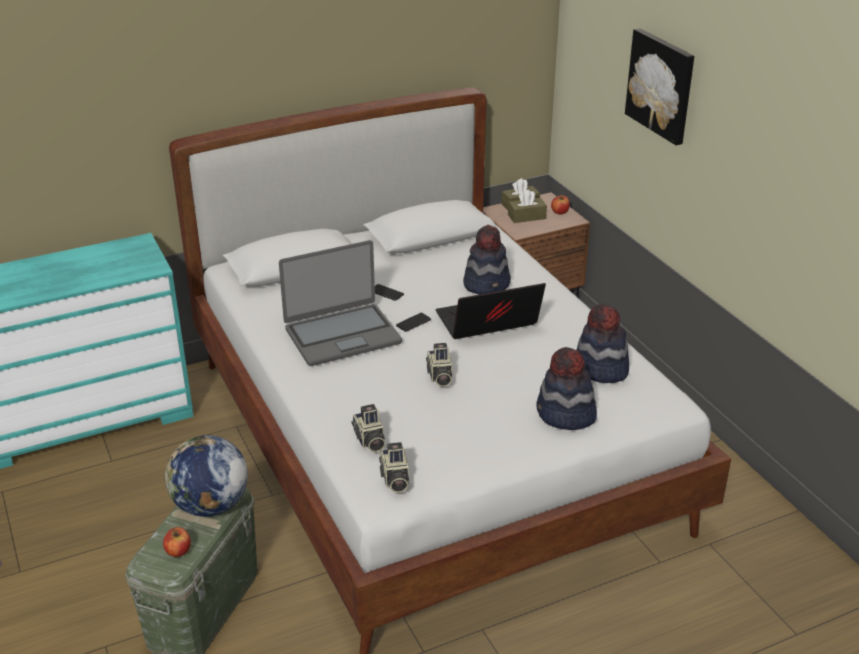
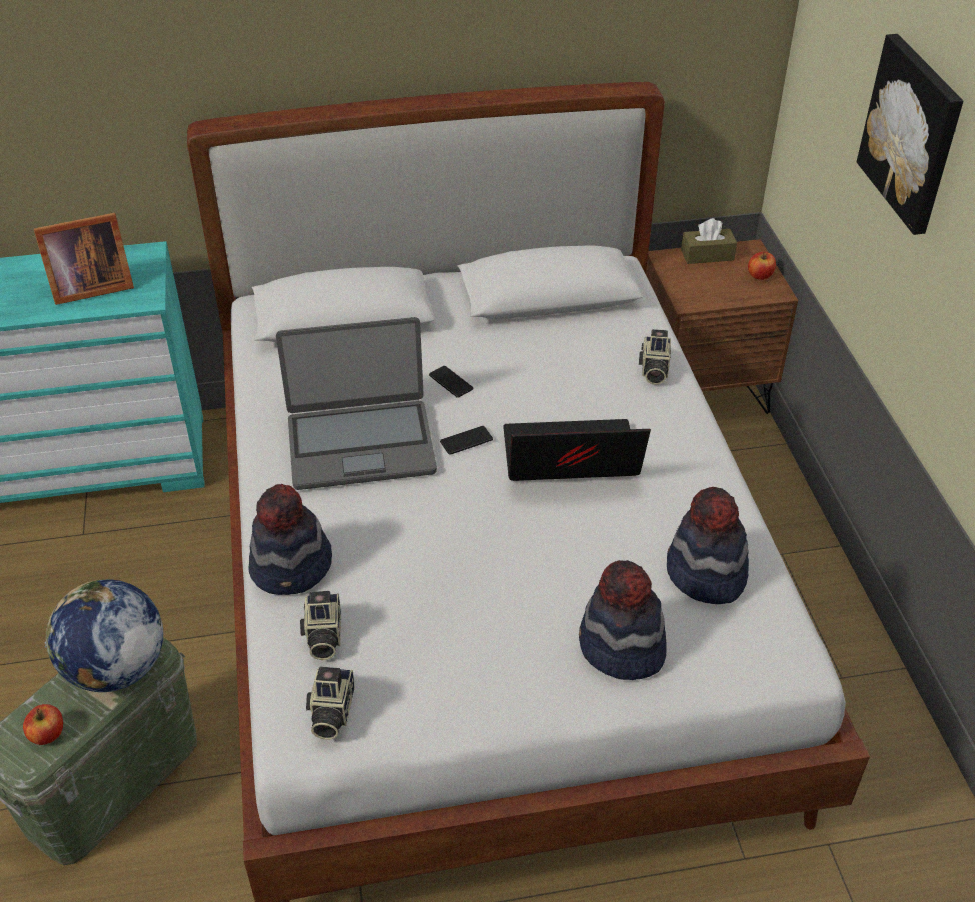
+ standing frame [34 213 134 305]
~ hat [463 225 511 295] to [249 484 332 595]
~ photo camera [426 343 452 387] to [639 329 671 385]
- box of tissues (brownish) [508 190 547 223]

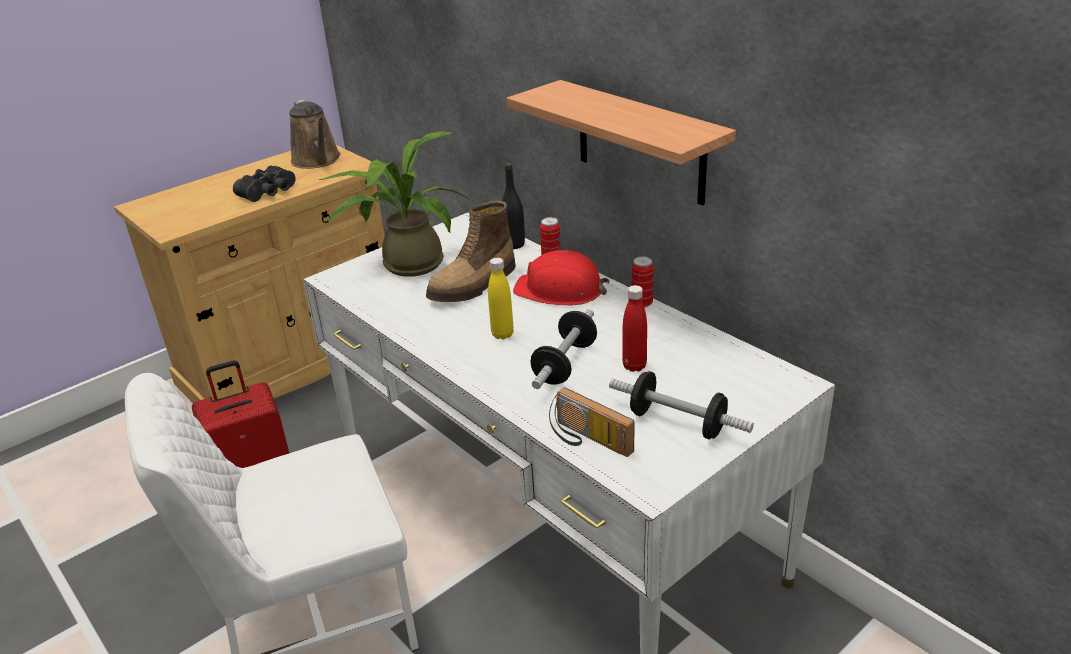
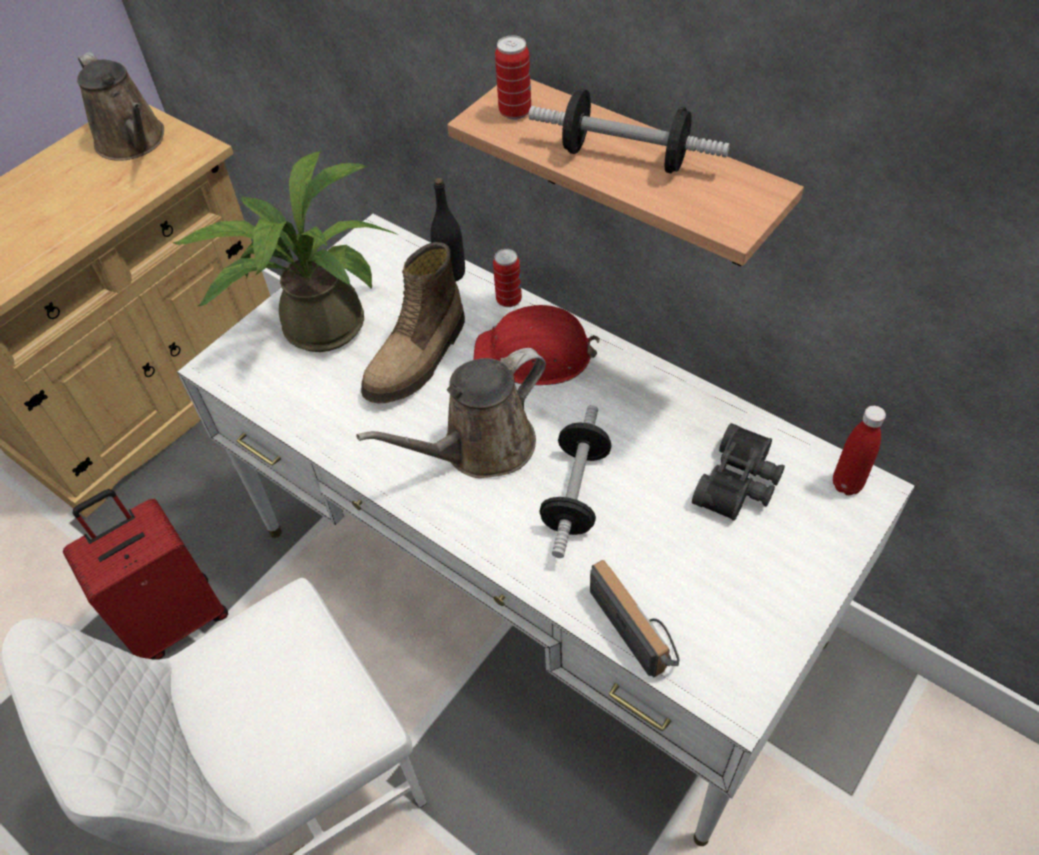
~ bottle (yellow-coloured) [488 258 514 340] to watering pot (brownish) [356 348 546 478]
~ metal can [632 256 654 308] to [495 36 531 120]
~ dumbbell [609 371 754 439] to [528 89 730 173]
~ radio receiver [549 387 634 457] = [590 560 679 677] 150 degrees counterclockwise
~ binoculars (blackish) [233 165 296 202] to [692 423 785 521]
~ bottle (red) [622 285 647 372] to [833 406 886 495]

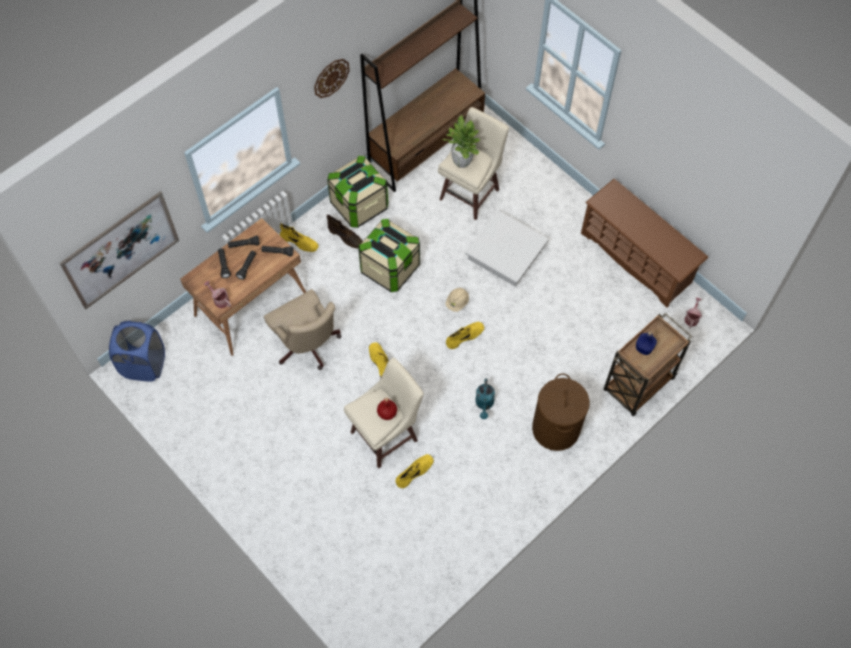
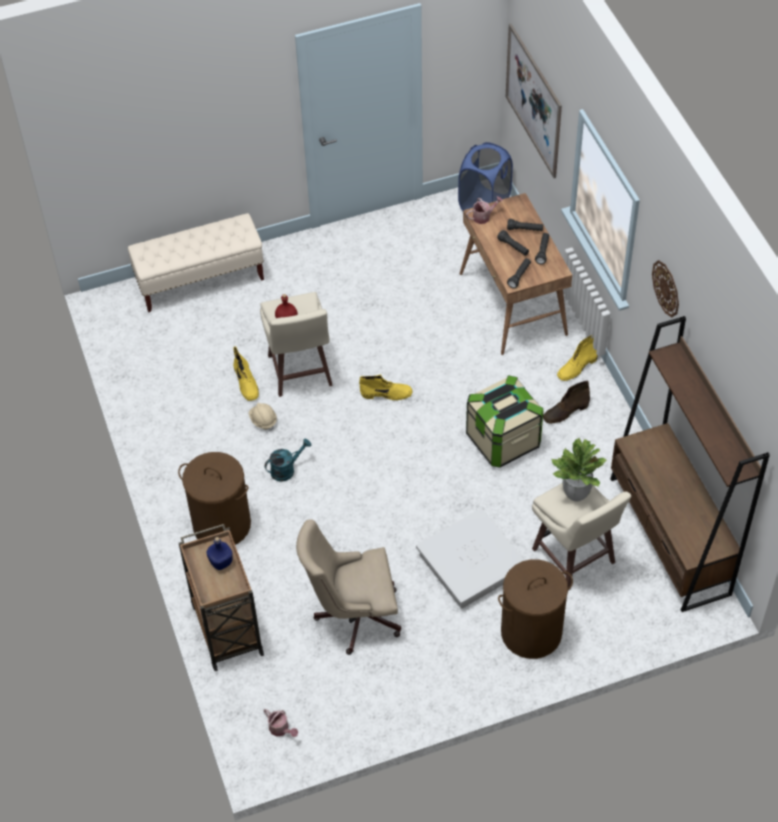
+ indoor bench (beige-coloured) [128 213 264 312]
~ work helmet (beige-coloured) [445 288 469 312] to [249 403 277 431]
~ watering pot (turquoise-coloured) [475 378 495 419] = [265 439 311 482] 120 degrees clockwise
~ desk chair (beige-coloured) [264 289 342 370] to [296 519 401 655]
+ laundry basket (brownish) [498 559 573 659]
- storage box [327 156 388 228]
- high-top boot (yellow-coloured) [446 322 484 349]
- shoe rack (brownish) [581 179 708 308]

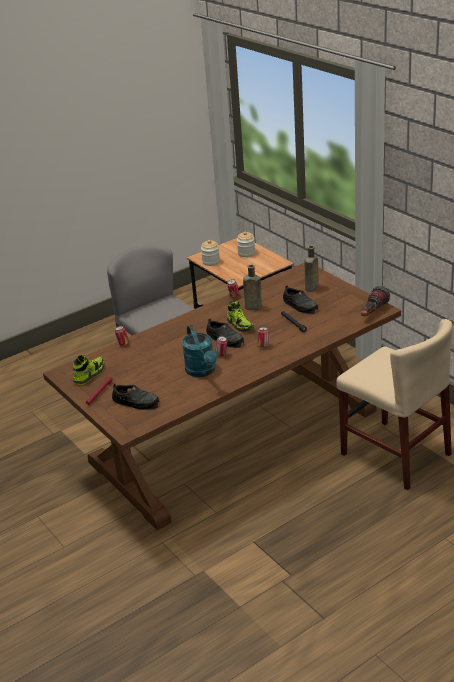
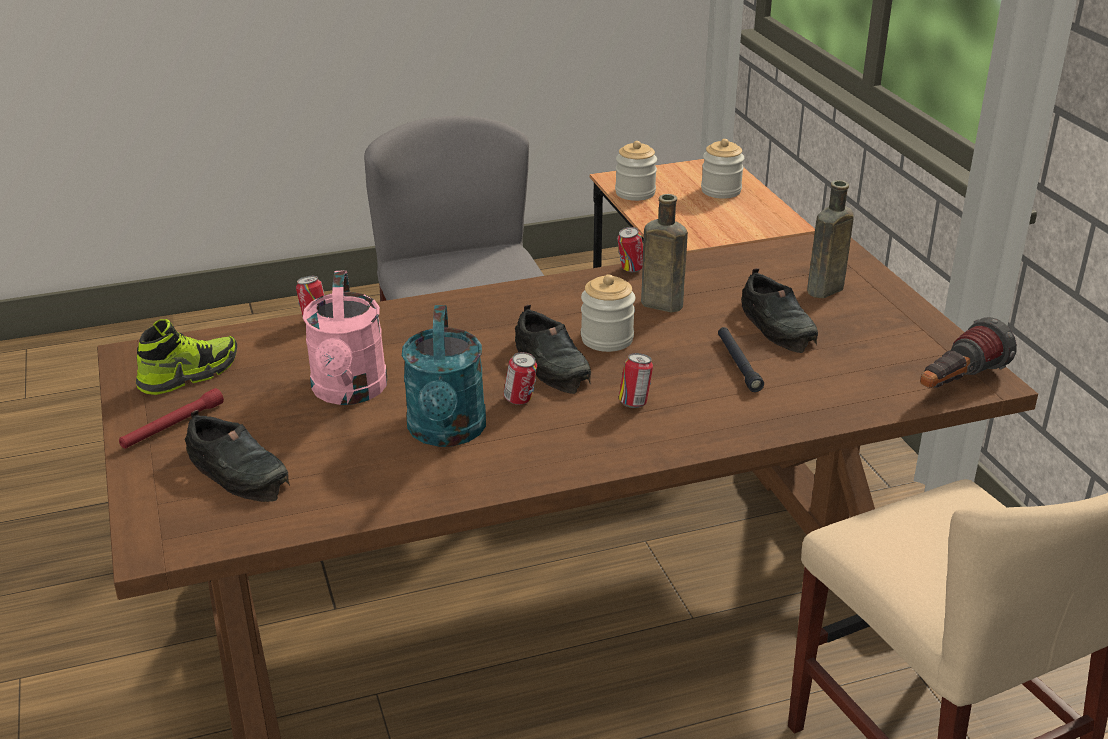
+ watering pot (pinkish) [303 270 387 405]
~ low shoe [227 301 254 332] to jar [581 274 635 352]

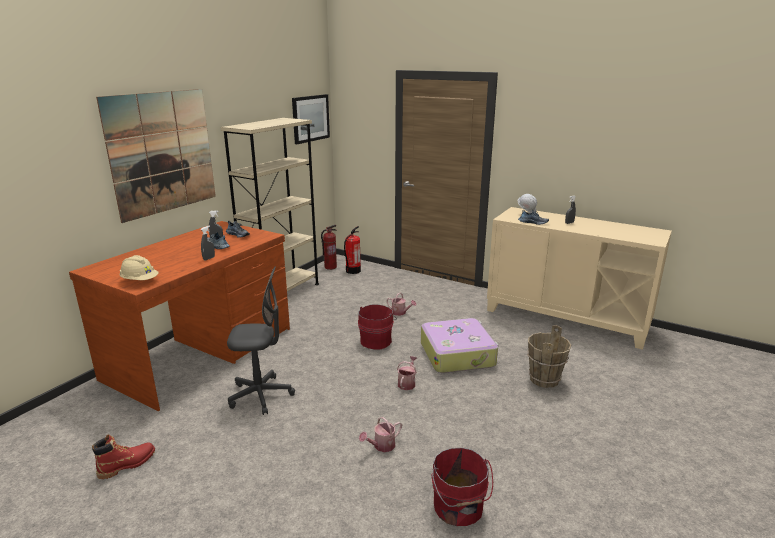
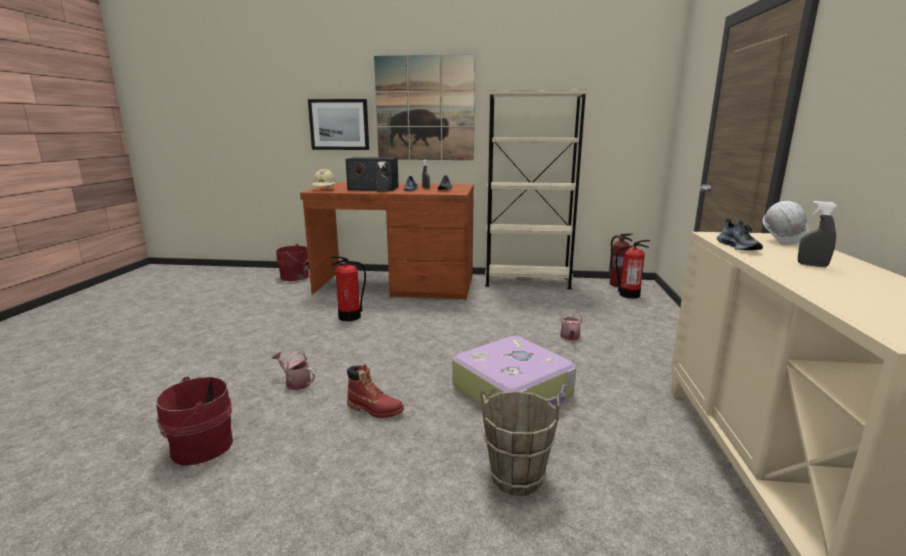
~ pail (red) [358 304 397 349] to [276 244 309 281]
~ picture [292 94 330 144] to [308 99 369 150]
~ desk chair (grey) [227 266 295 415] to fire-fighting cylinder [330 256 366 321]
+ radio receiver [346 157 399 191]
~ high-top boot (red) [92 434 155 479] to [347 364 404 418]
- watering pot [397 356 417 390]

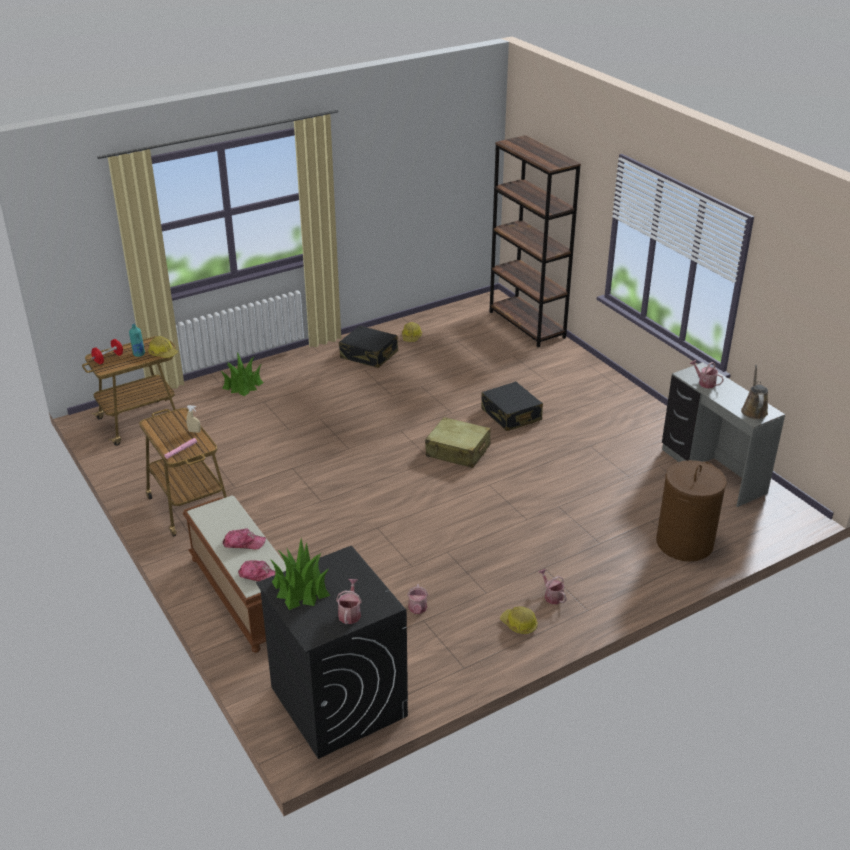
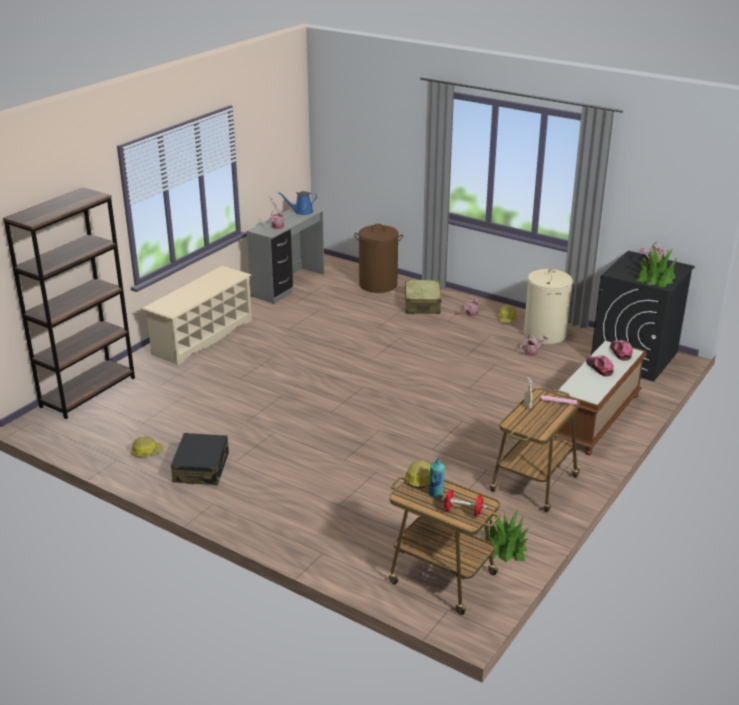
+ shoe rack (beige-coloured) [141 266 252 366]
~ watering pot (brownish) [741 364 768 419] to watering pot (blue) [277 191 317 215]
~ suitcase (beige-coloured) [425 417 491 468] to [405 280 442 314]
~ houseplant [221 352 263 396] to [484 510 528 562]
+ laundry basket (beige-coloured) [524 268 573 344]
- suitcase (blackish) [481 382 543 431]

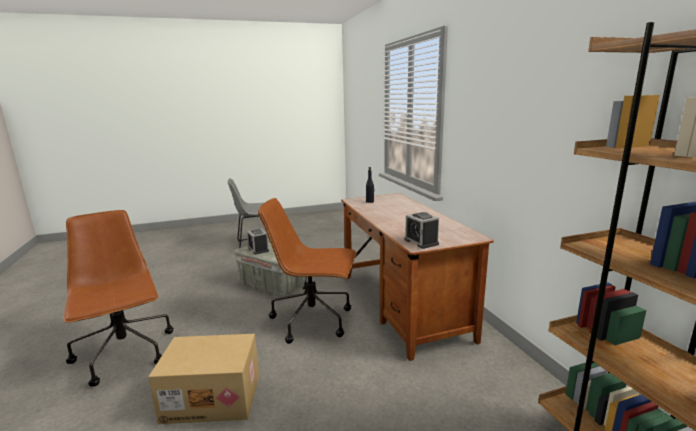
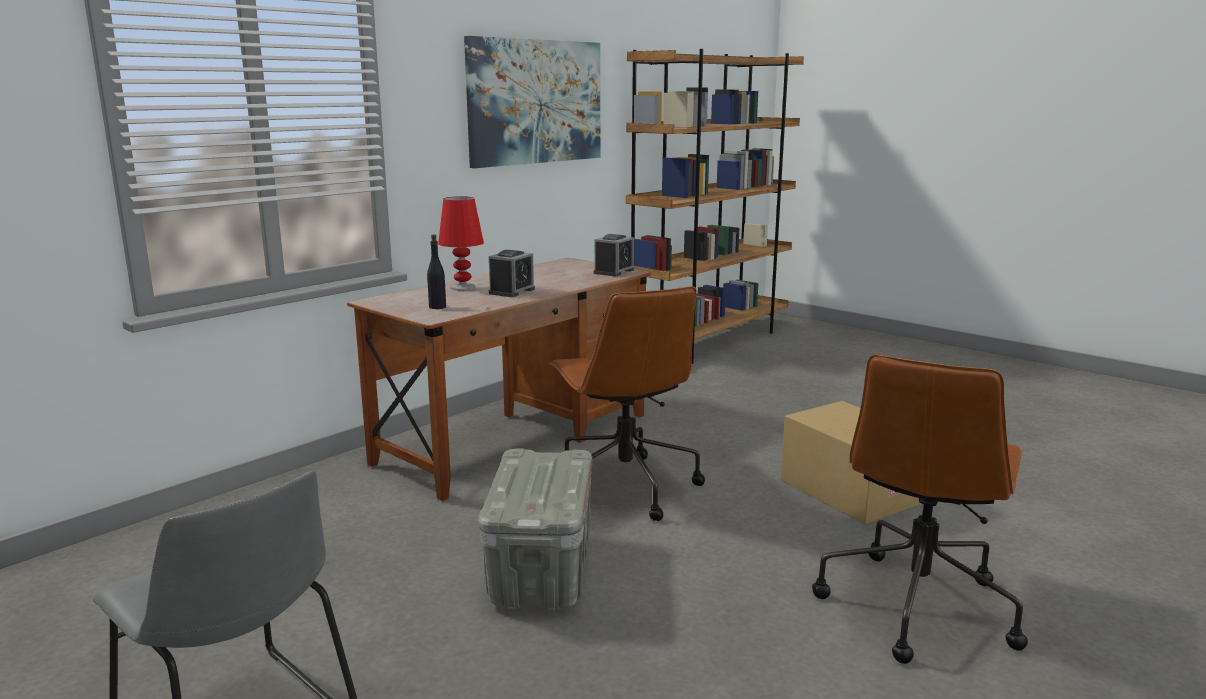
+ lamp for a table (red) [438 196 484 291]
+ picture [464 36 600 168]
~ table clock [247 229 269 255] to [489 250 535 297]

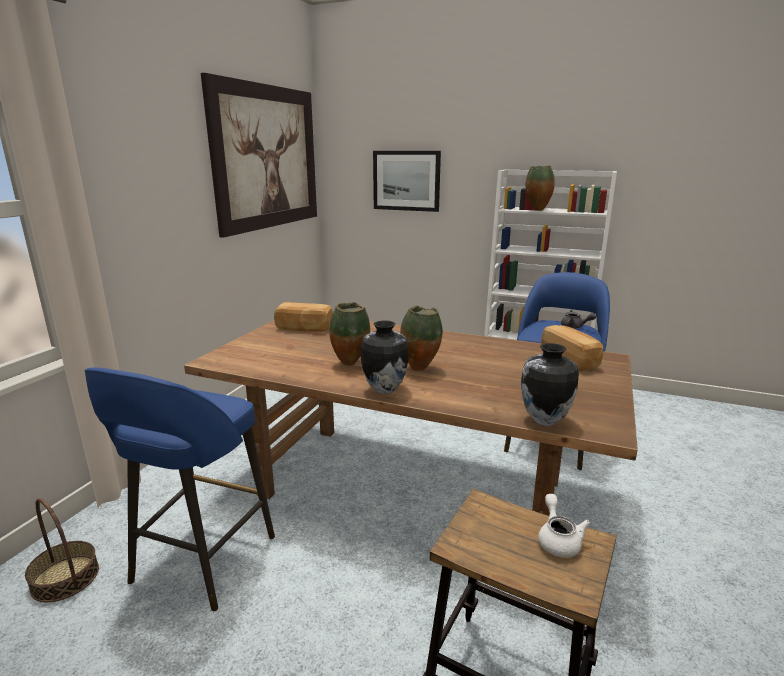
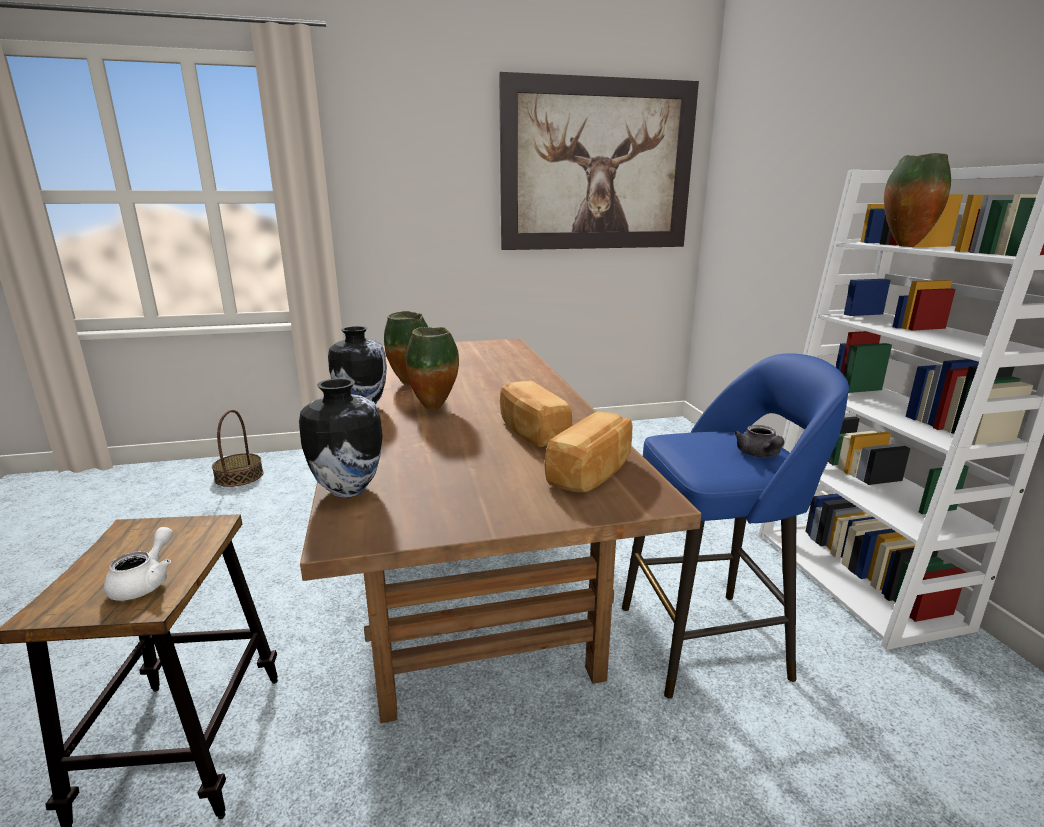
~ teapot (whitish) [538 494 590 558] = [104 527 173 601] 45 degrees counterclockwise
~ bakery bread [274 302 333 332] to [500 380 573 447]
- stool (blue) [85 368 275 611]
- picture [373 151 441 212]

